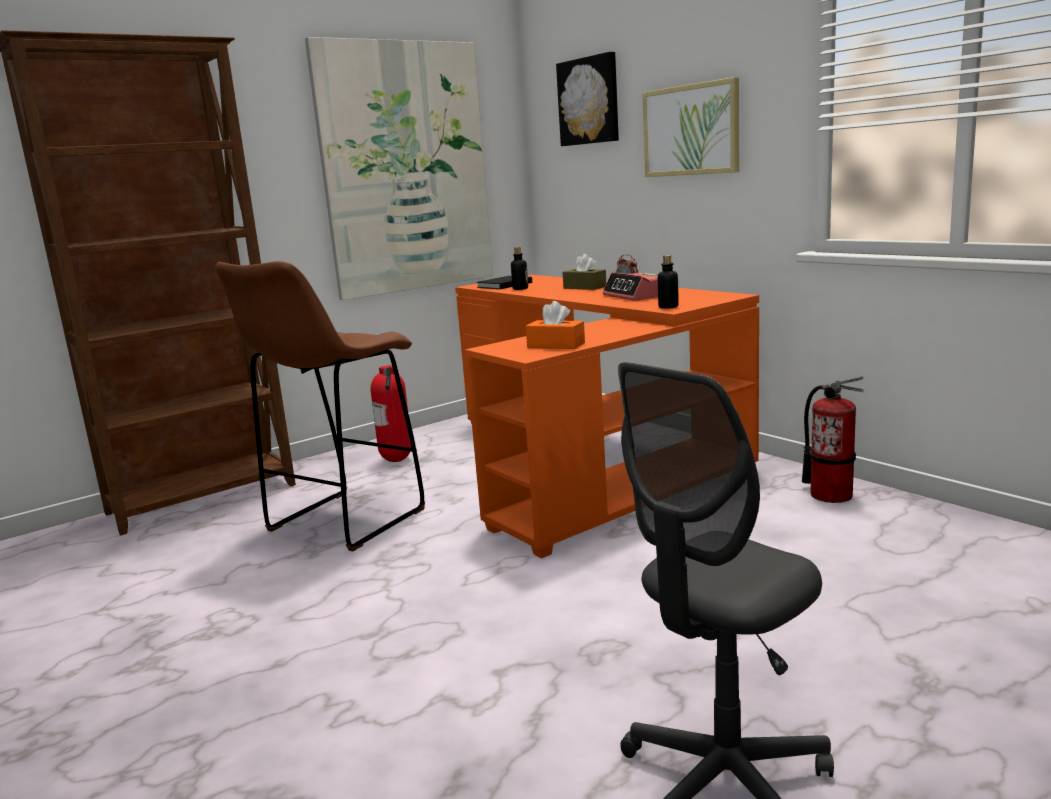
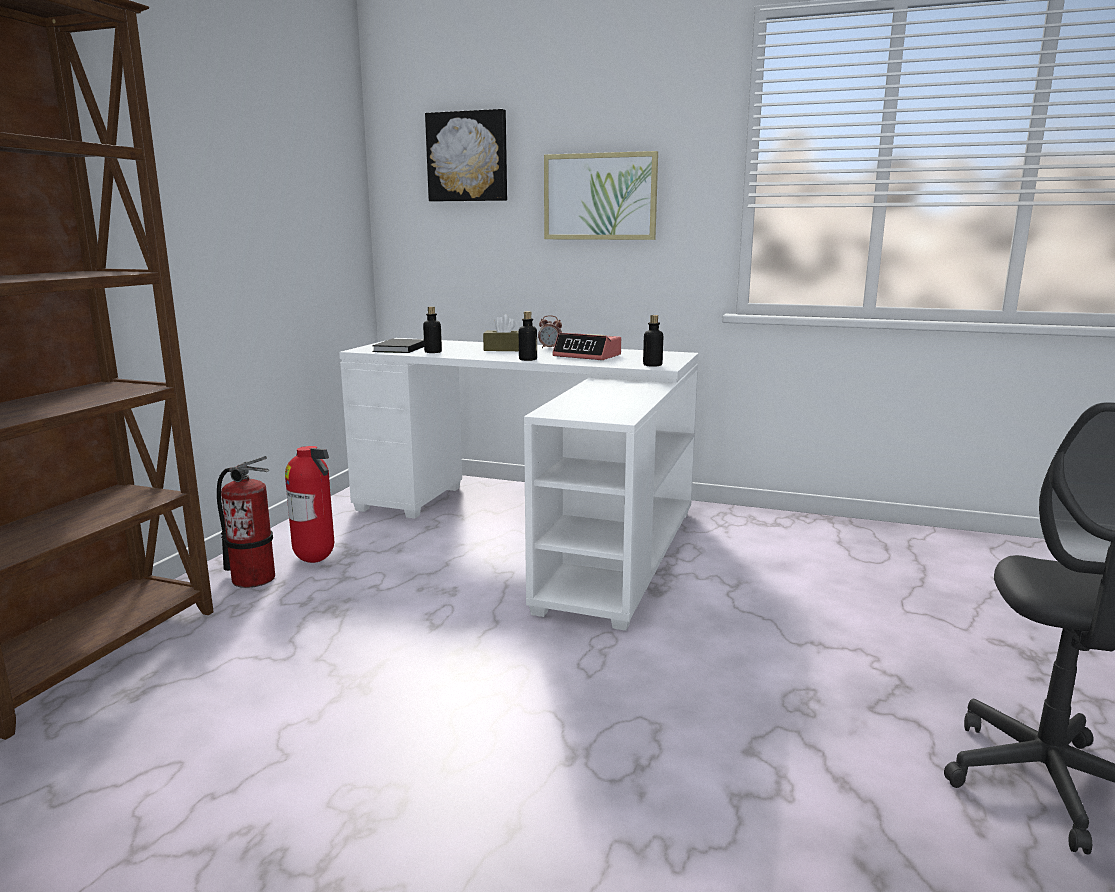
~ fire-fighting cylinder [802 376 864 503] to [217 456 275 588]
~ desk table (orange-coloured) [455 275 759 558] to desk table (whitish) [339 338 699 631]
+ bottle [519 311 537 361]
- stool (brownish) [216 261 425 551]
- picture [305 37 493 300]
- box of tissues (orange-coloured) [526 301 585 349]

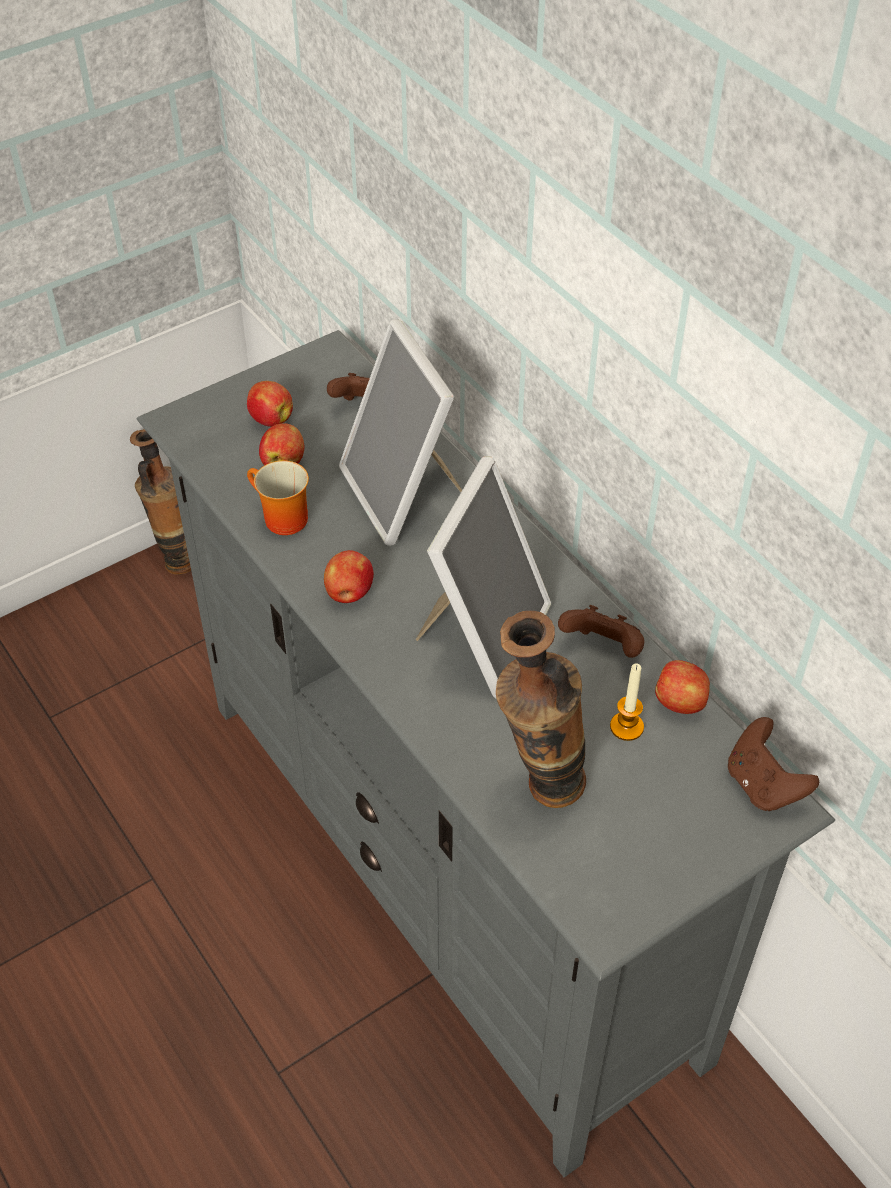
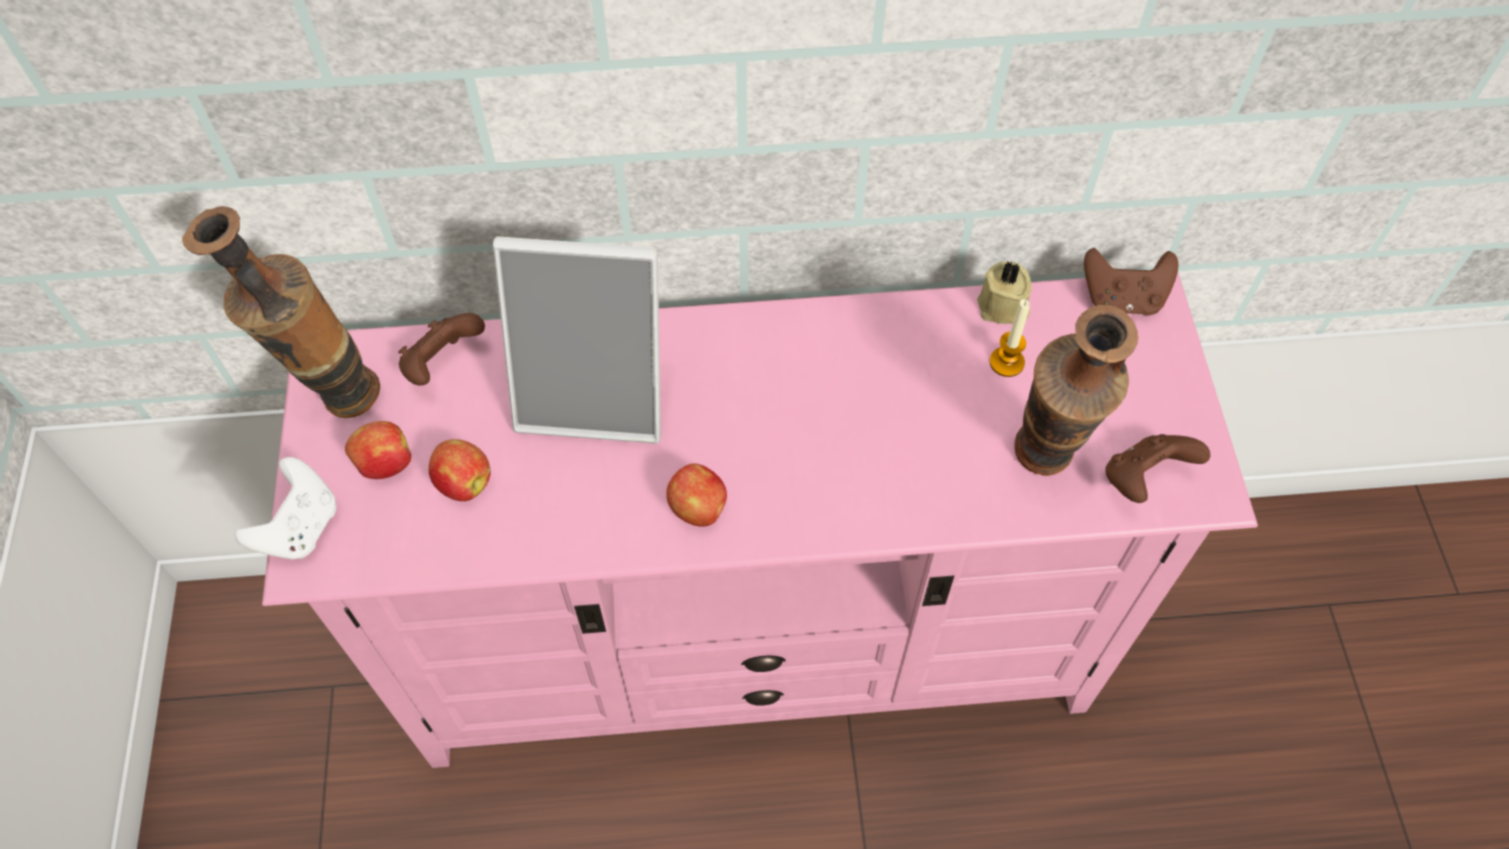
~ decorative vase [130 429 191 575] to [182 206 380 418]
+ gamepad (whitish) [235 457 337 559]
~ media console (grey) [137 330 835 1177] to media console (pinkish) [262 273 1258 768]
~ apple [655 660 710 714] to candle (beige-coloured) [977 261 1032 324]
~ gamepad (brownish) [558 605 644 658] to [1105 434 1210 503]
- coffee mug [247 461 309 535]
- standing frame [416 456 551 699]

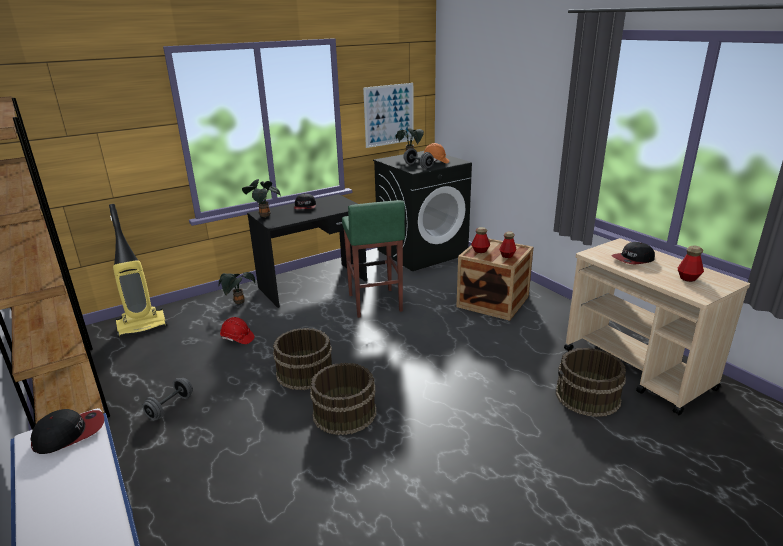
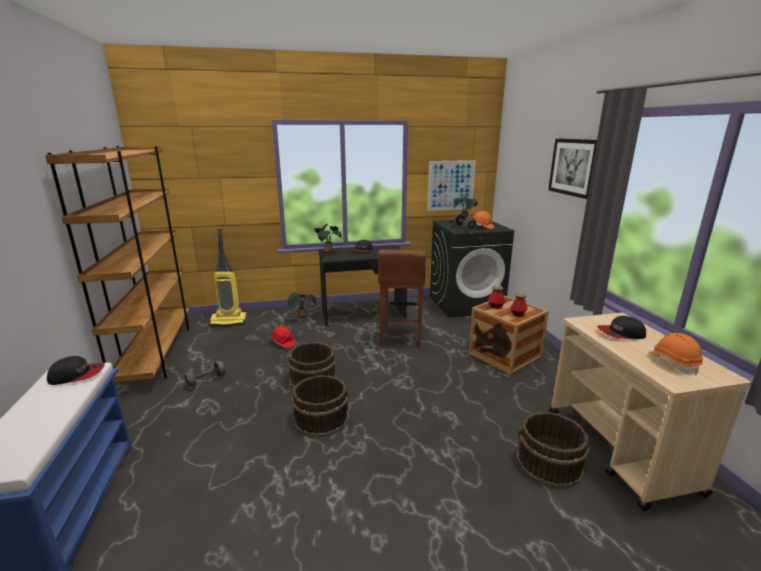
~ stool (green) [342 200 405 318] to stool (brownish) [378 249 426 348]
+ picture [548 139 597 199]
~ bottle [678 246 704 282] to work helmet (orange-coloured) [648 333 703 375]

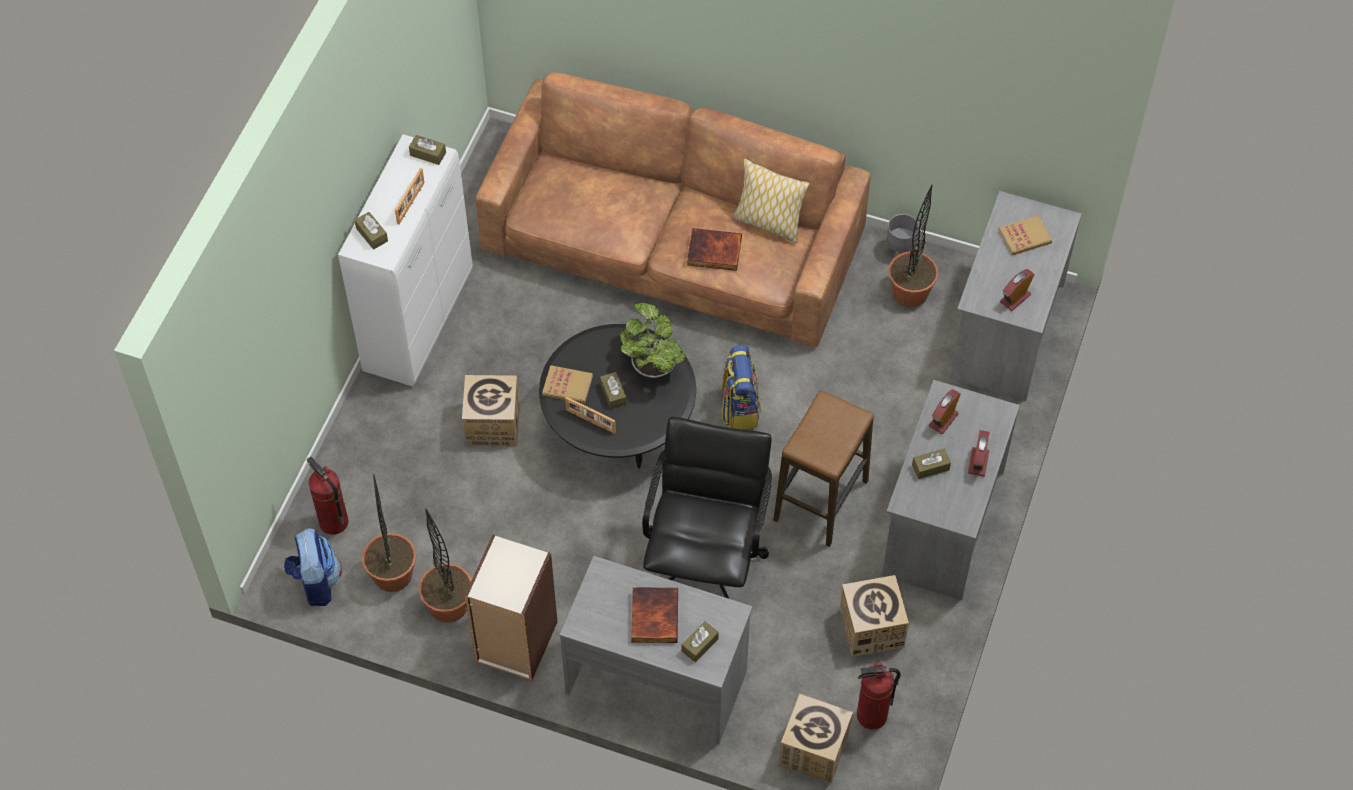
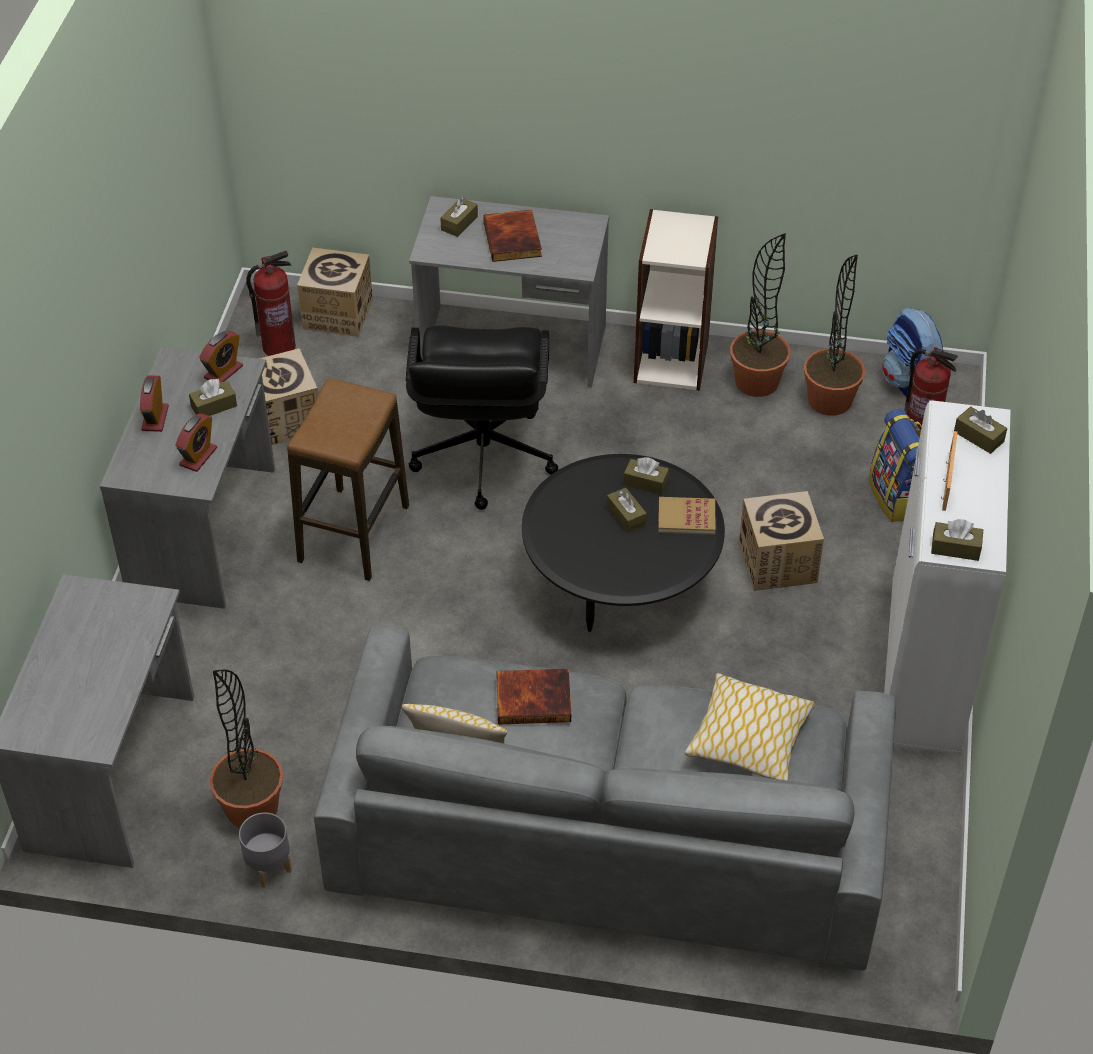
~ table clock [1000 269 1035 311] to [199 331 243 383]
~ settee (brownish) [475 72 871 348] to settee (grey) [314 626 896 971]
~ standing frame [565 396 616 434] to box of tissues (brownish) [623 457 669 495]
+ cushion [685 673 815 781]
~ knapsack [720 345 761 429] to [869 409 922 522]
- houseplant [620 303 685 378]
- book [998 216 1052 255]

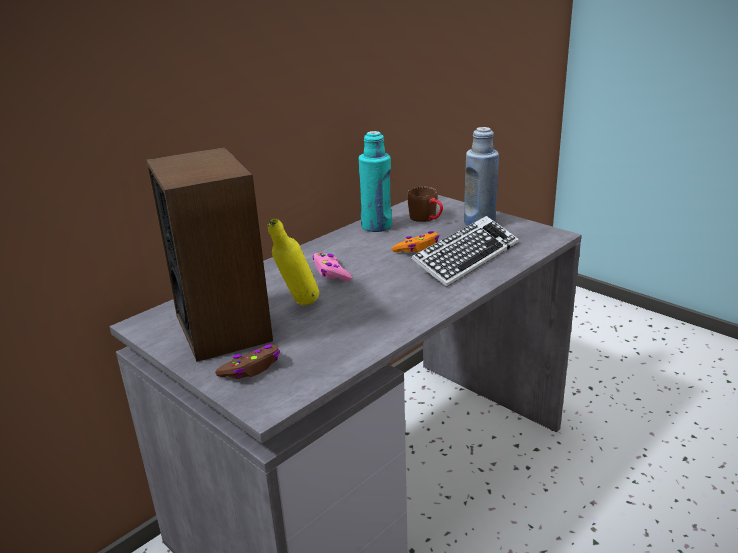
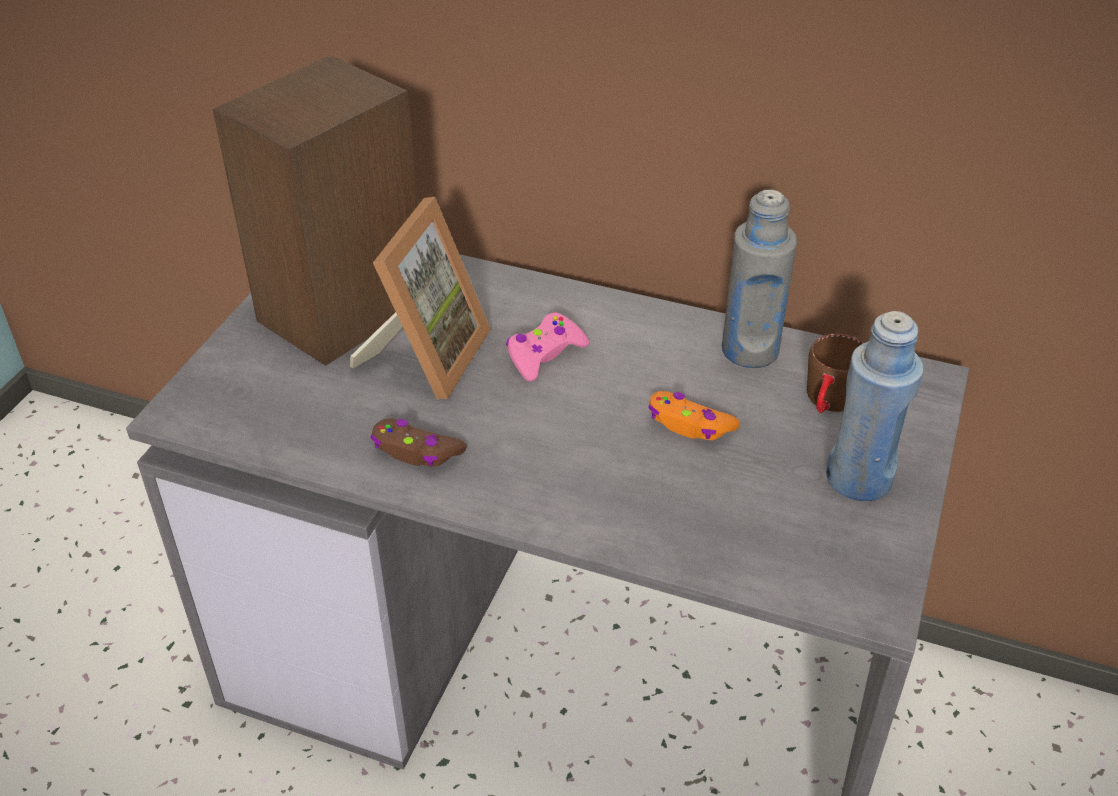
~ bottle (yellow-coloured) [268 219 319 306] to standing frame [350 197 491 399]
~ gamepad (brownish) [215 344 280 379] to [370 419 467 467]
~ bottle (turquoise-coloured) [359 131 392 232] to bottle (grey) [722 190 797 368]
- computer keyboard [411 216 519 287]

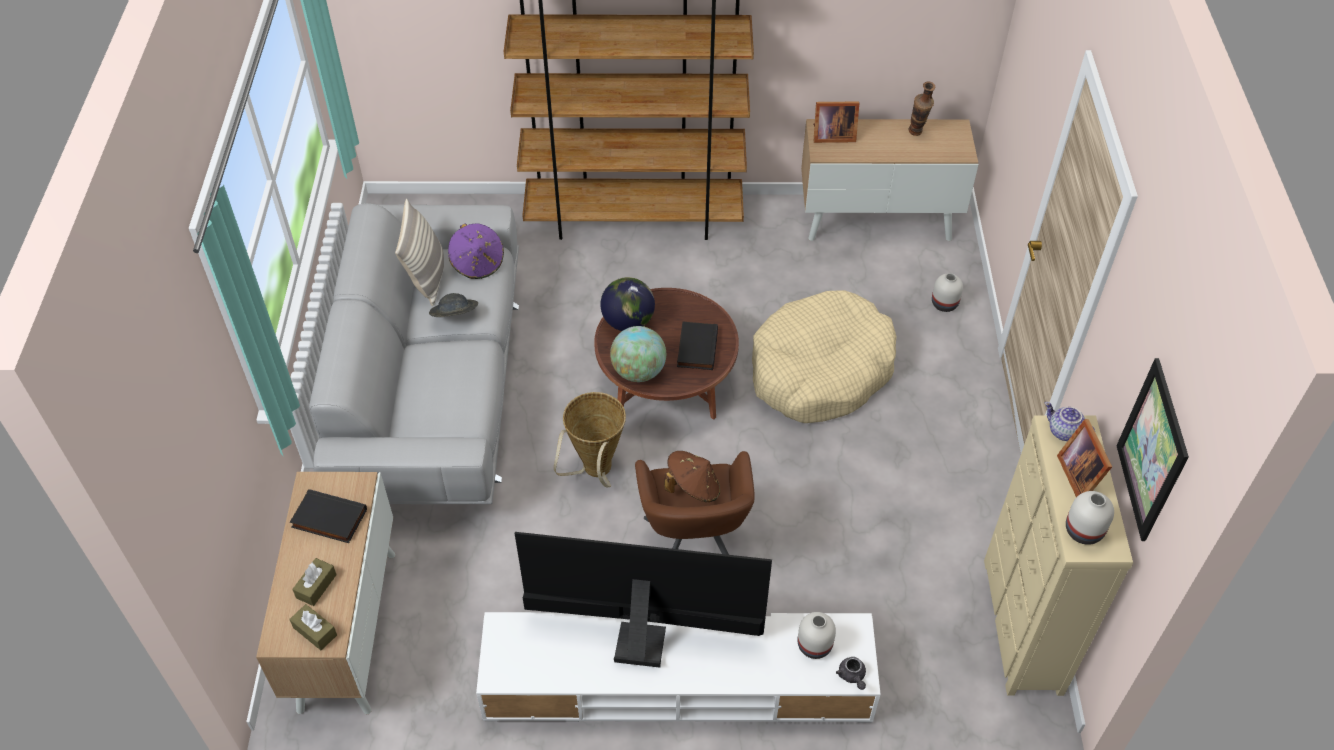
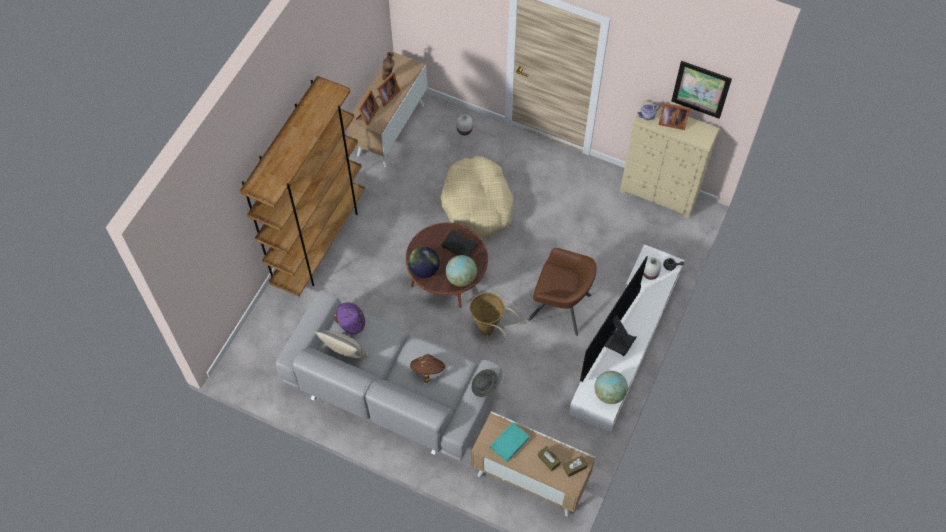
+ standing frame [375 72 400 107]
~ hat (brownish) [664 451 720 502] to [410 354 445 383]
~ hat (grey) [429 293 478 317] to [472 369 498 397]
~ book (blackish) [290 489 367 543] to book (turquoise-coloured) [490 423 530 462]
+ globe [595 371 628 404]
- decorative vase (whitish) [1066 491 1114 545]

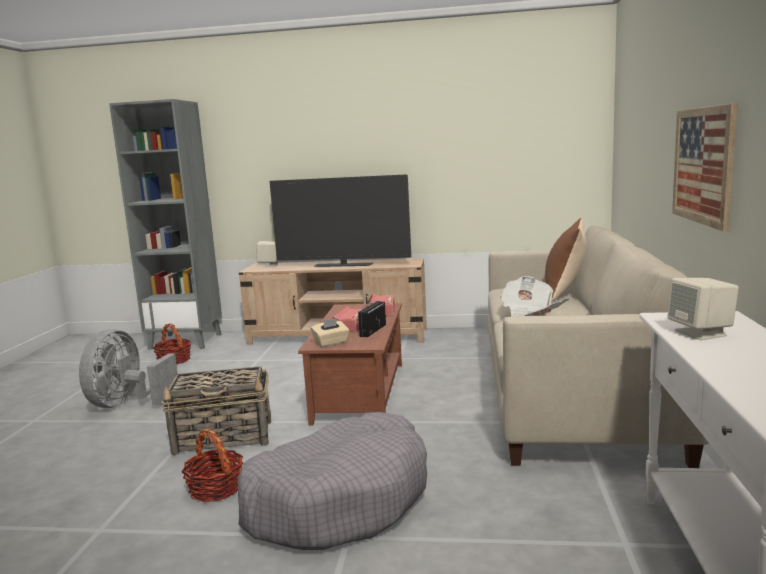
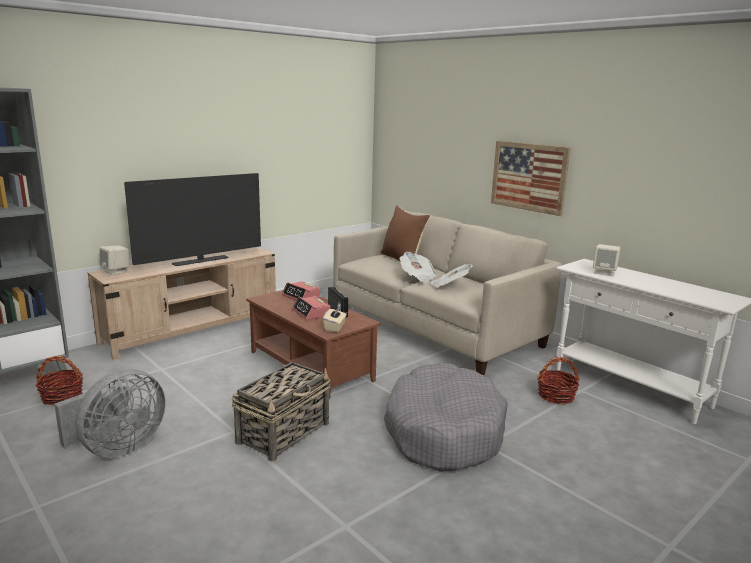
~ cooling fan (grey) [79 329 178 408] = [54 369 166 458] 105 degrees counterclockwise
~ basket [181 429 243 502] to [538 357 579 405]

